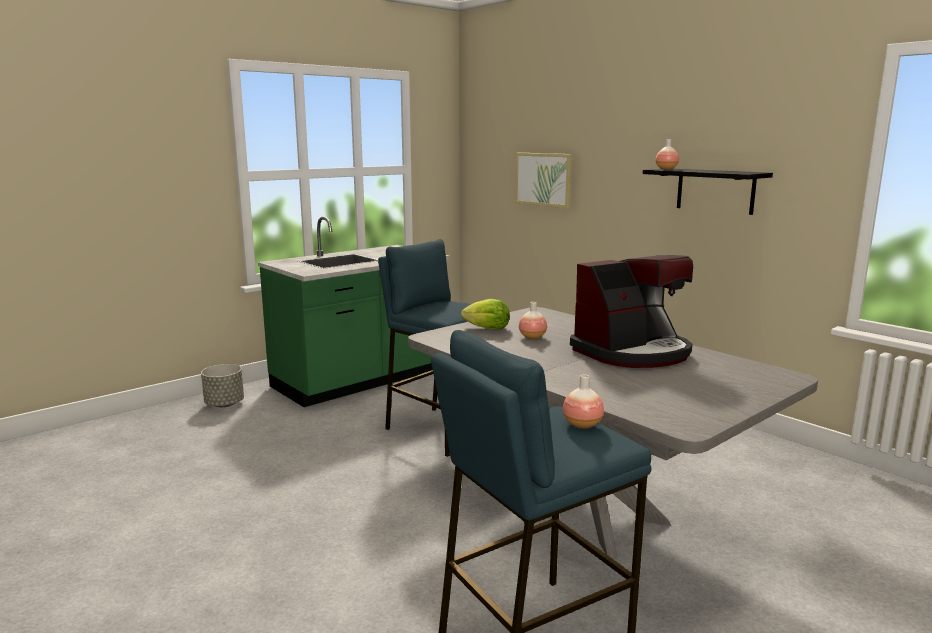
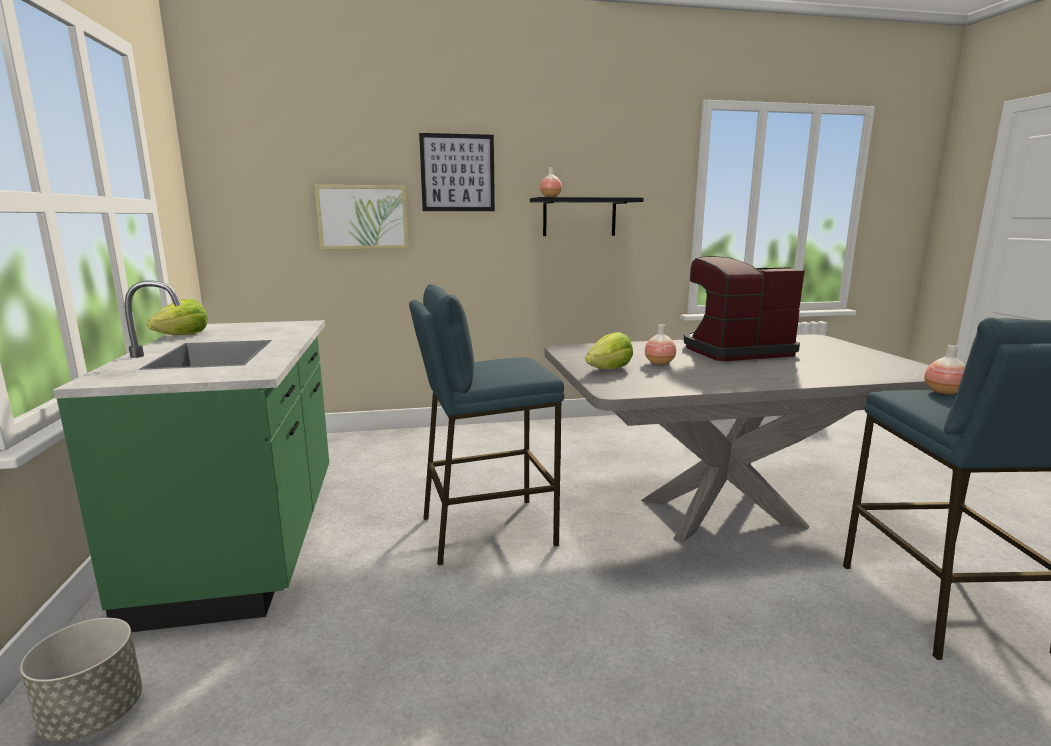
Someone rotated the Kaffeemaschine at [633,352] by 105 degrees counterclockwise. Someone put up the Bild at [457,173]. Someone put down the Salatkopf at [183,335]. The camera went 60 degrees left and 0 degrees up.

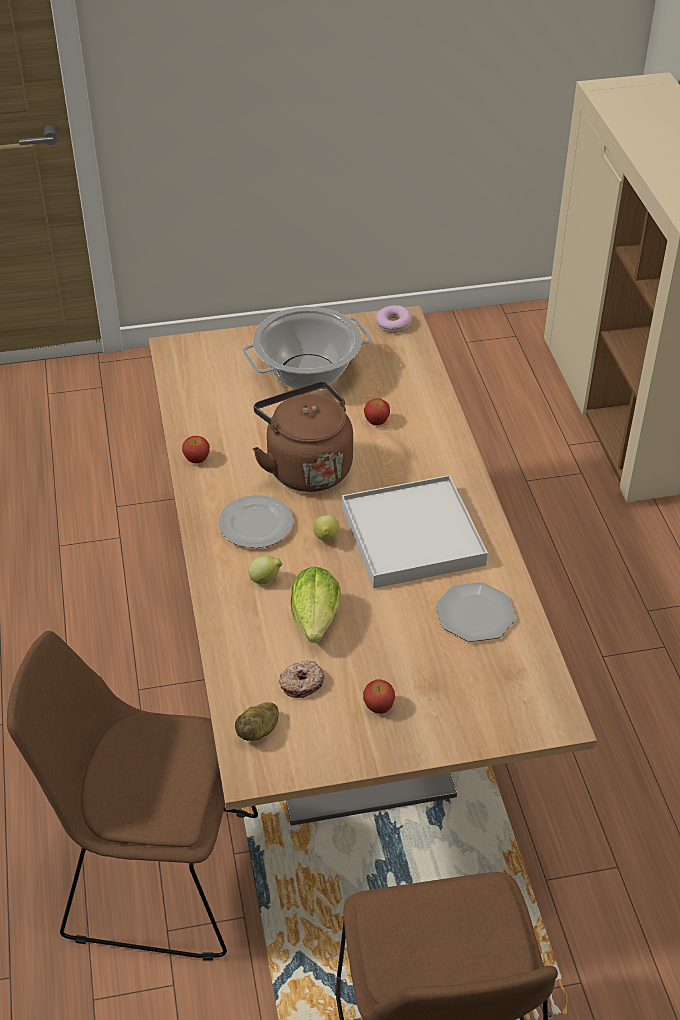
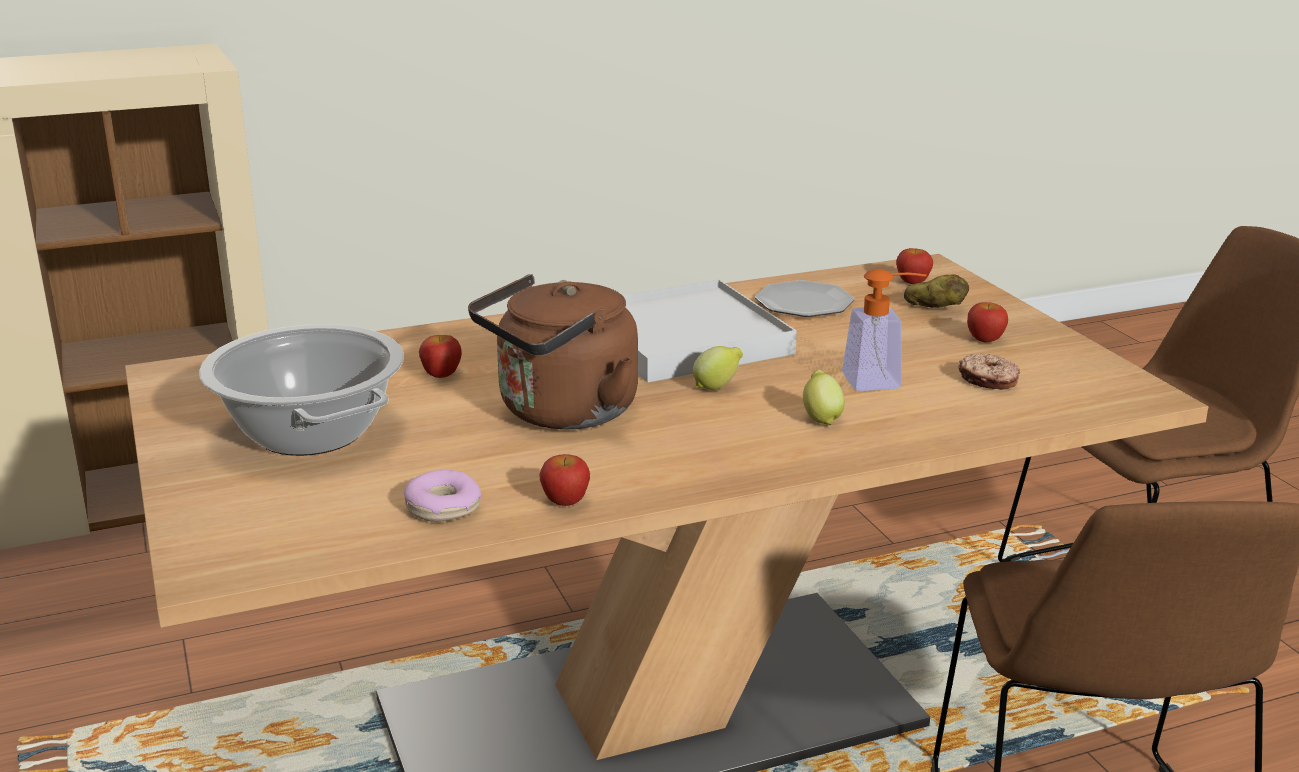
Someone carried the Donut from [393,324] to [443,508]. Someone took away the Teller at [257,524]. Someone swapped the Salatkopf at [315,624] for the Seifenspender at [882,381]. Someone carried the Kartoffel from [259,731] to [935,308]. Someone put down the Apfel at [912,282]. The camera went 100 degrees left and 20 degrees down.

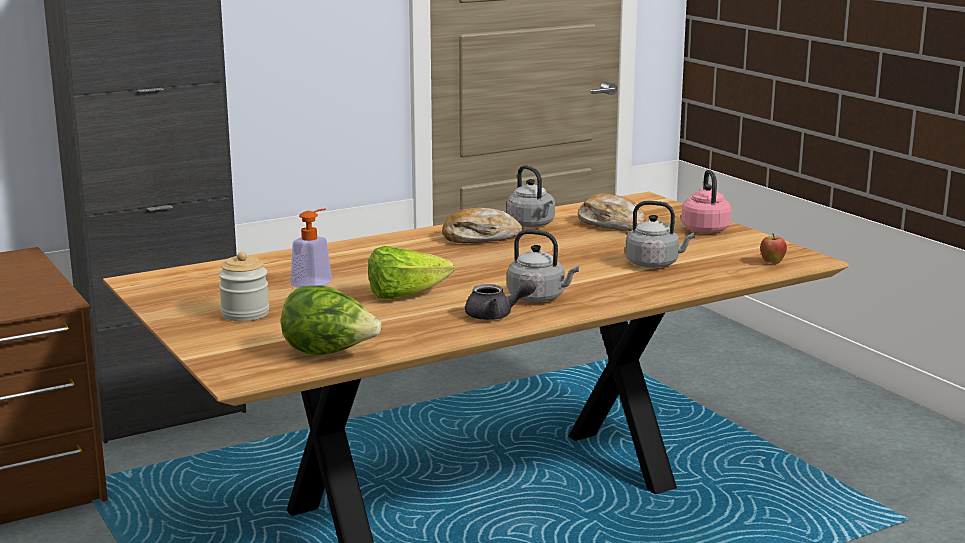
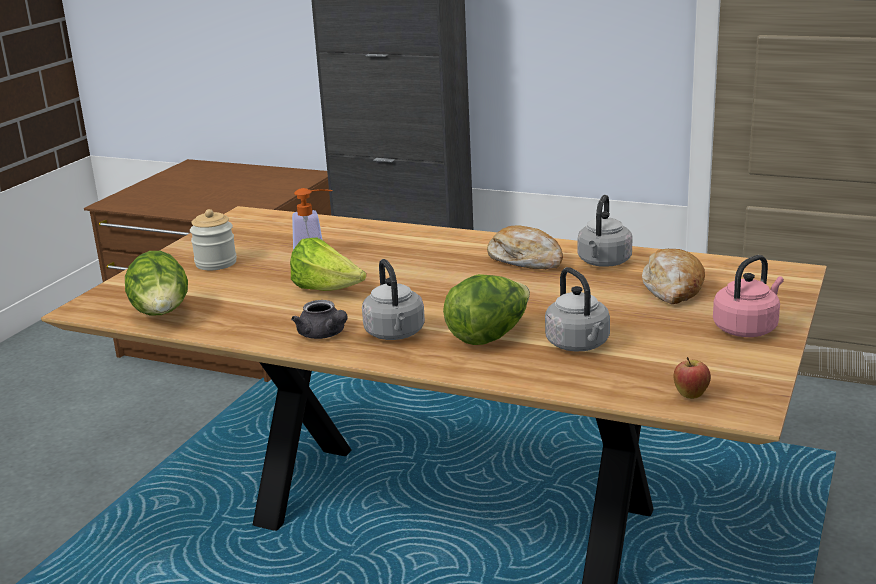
Someone put down the Salatkopf at [489,336]. The camera went 55 degrees right and 5 degrees up.

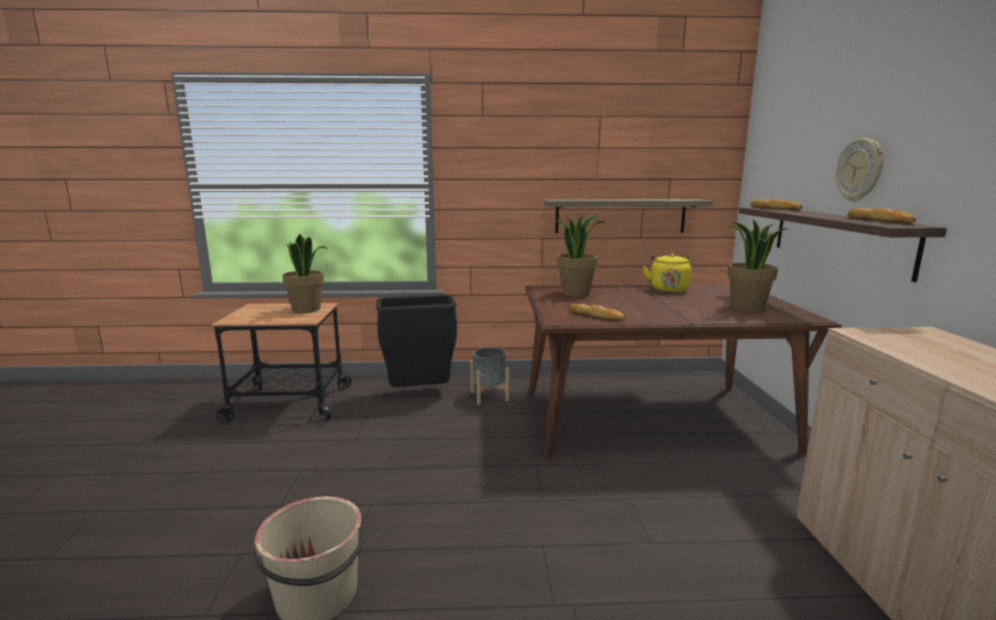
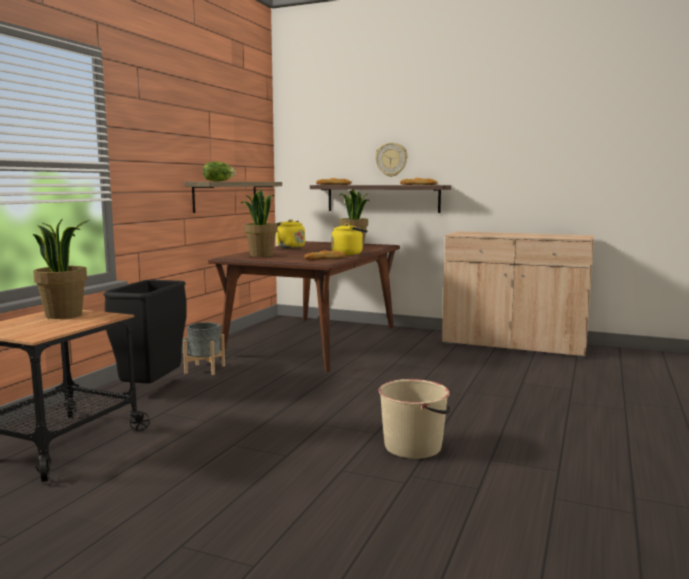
Someone put down the Salatkopf at [218,181]. Someone put down the Wasserkessel (gelb) at [349,254]. The camera went 65 degrees left and 5 degrees down.

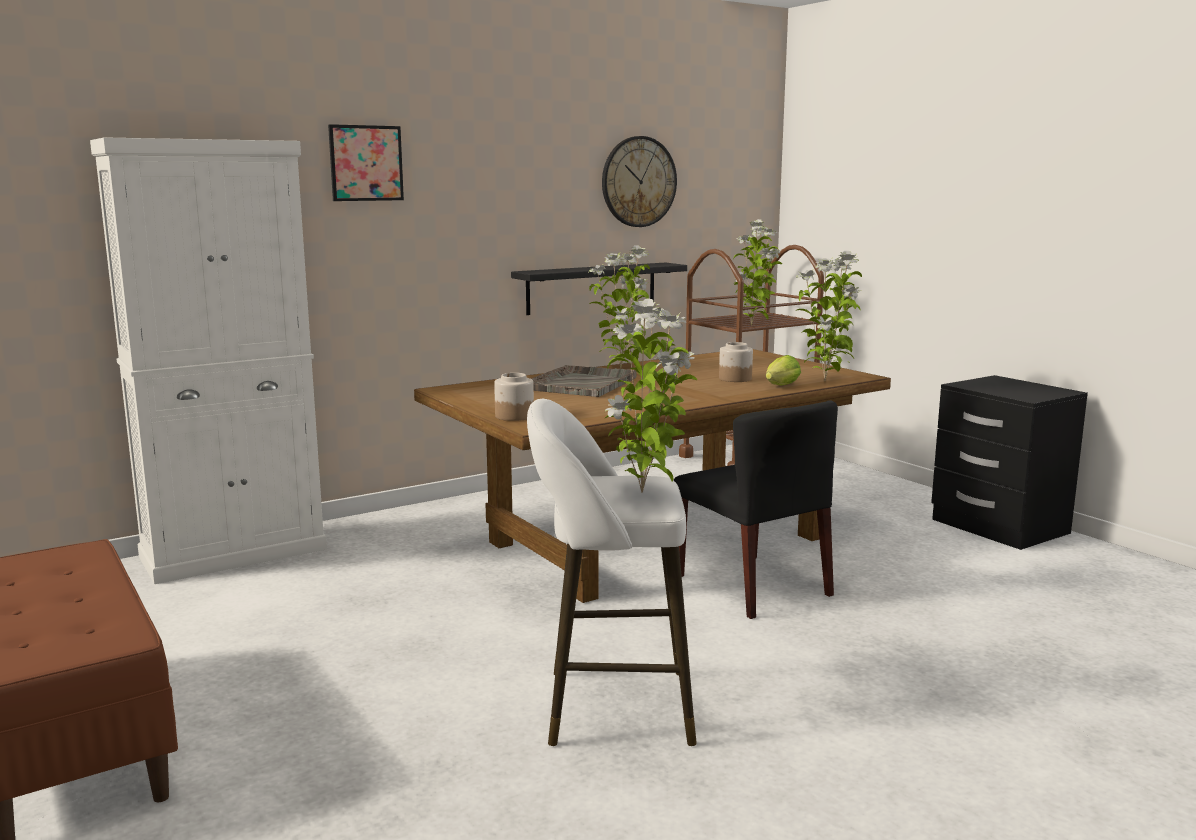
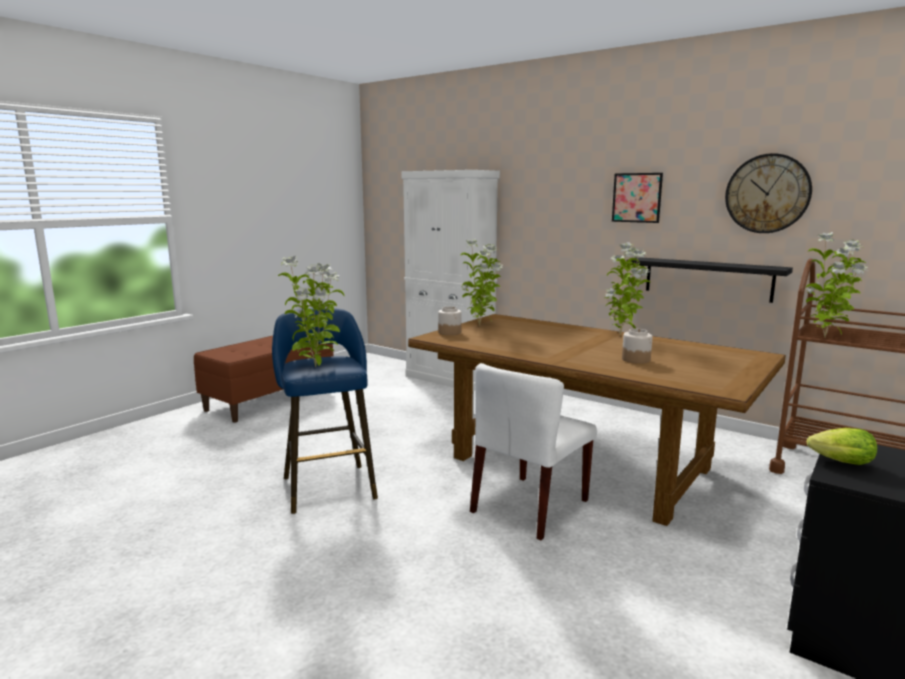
Someone carried the Bild from [366,163] to [636,197]. Someone carried the Topfpflanze from [826,380] to [480,325]. Someone carried the Salatkopf from [780,386] to [837,462]. Someone took away the Tablett (grau) at [582,383]. Someone repainted the Hocker (weiß) at [608,707], which became the Hocker (blau) at [327,485]. Someone repainted the Stuhl (schwarz) at [753,585], which became the Stuhl (weiß) at [530,506]. The camera went 70 degrees right and 0 degrees up.

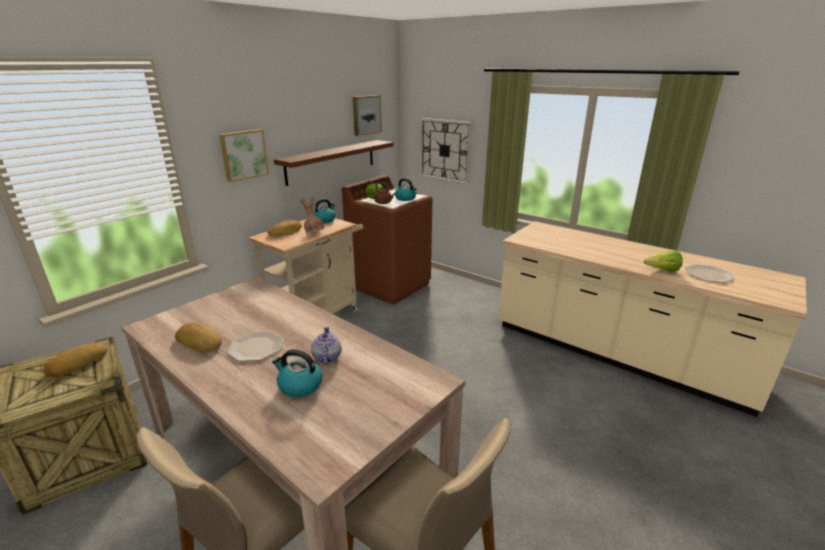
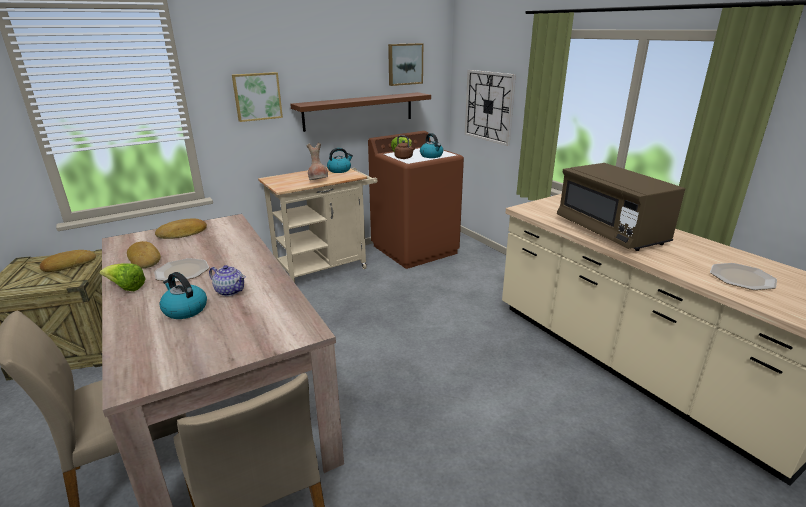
Someone carried the Brot from [286,232] to [183,233]. Someone carried the Salatkopf from [662,270] to [126,288]. Someone rotated the Teekanne at [326,357] by 105 degrees clockwise. Someone put down the Mikrowelle (braun) at [610,232]. The camera went 20 degrees right and 0 degrees up.

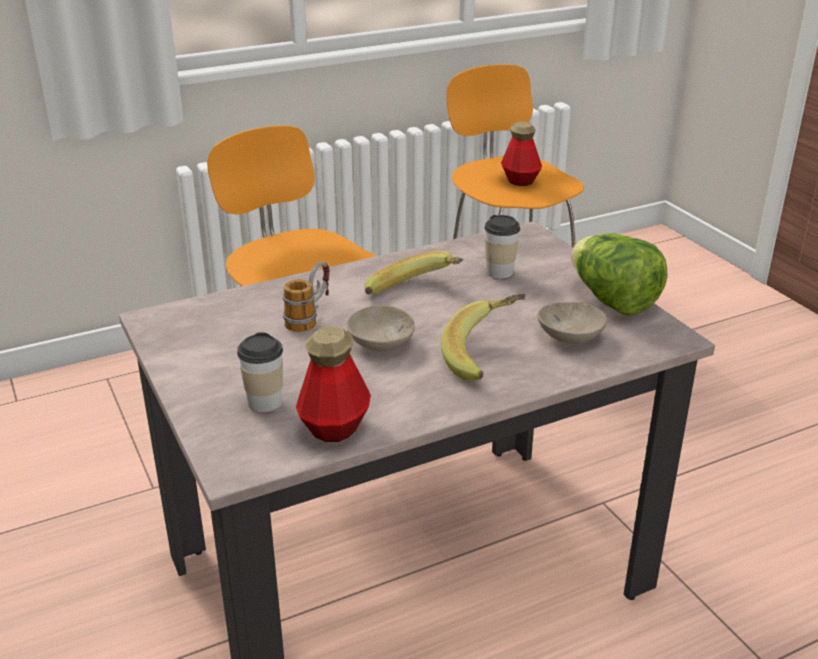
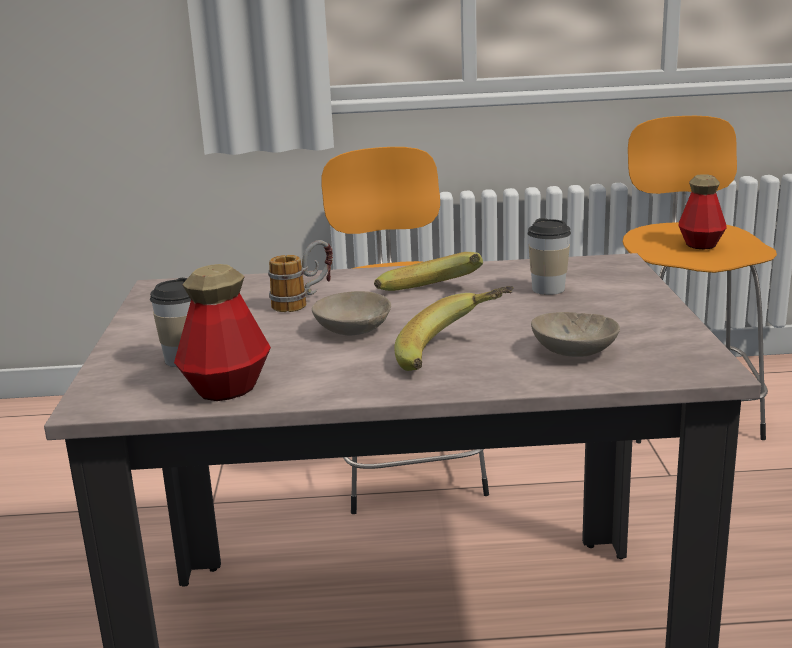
Someone took away the Salatkopf at [612,300]. The camera went 25 degrees right and 10 degrees down.

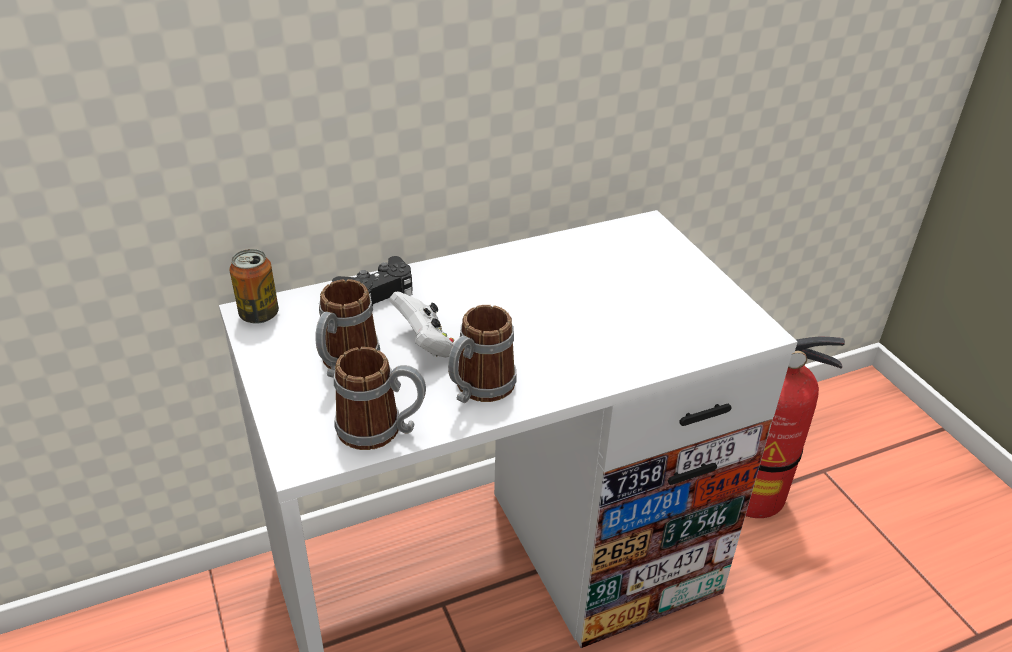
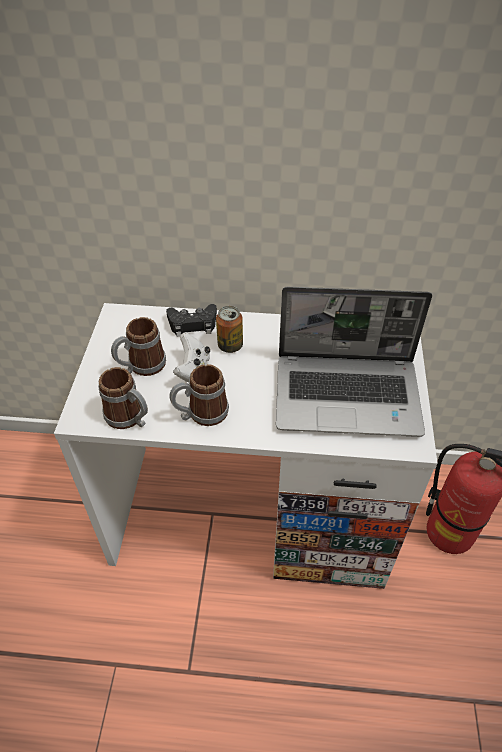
Someone carried the Dose from [259,314] to [230,345]. Someone put down the Laptop at [348,395]. The camera went 30 degrees right and 10 degrees up.

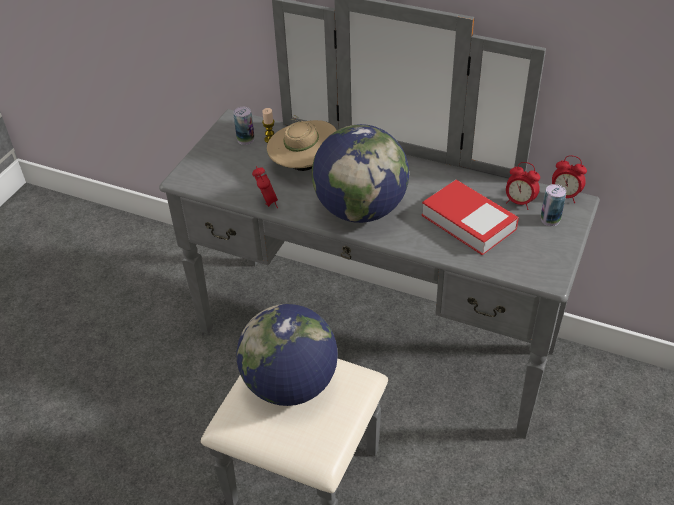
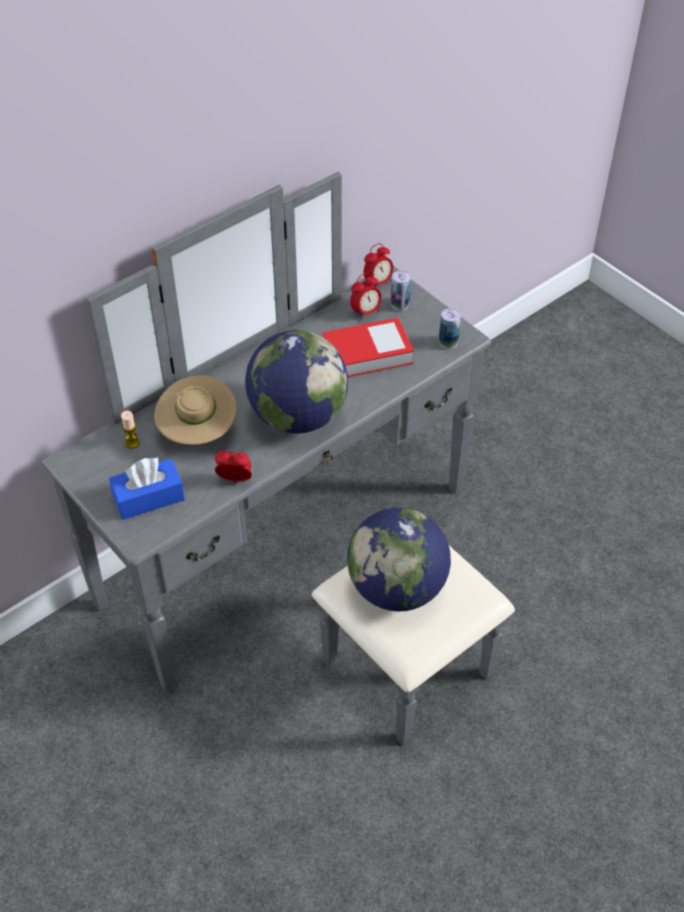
Someone carried the Dose from [245,139] to [448,343]. Someone put down the Taschentuchbox (blau) at [149,497]. The camera went 65 degrees left and 5 degrees up.

